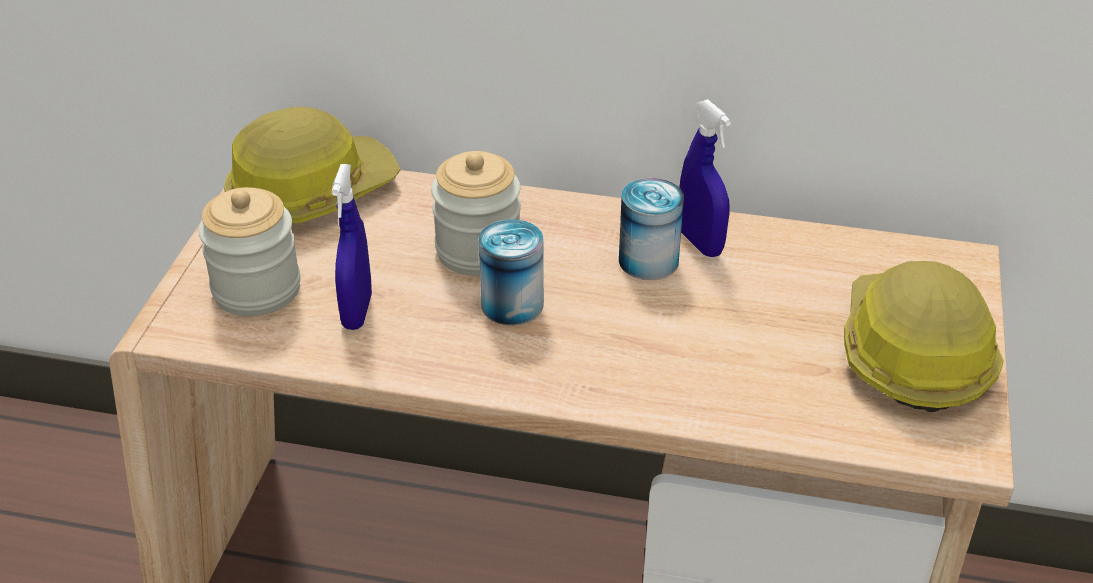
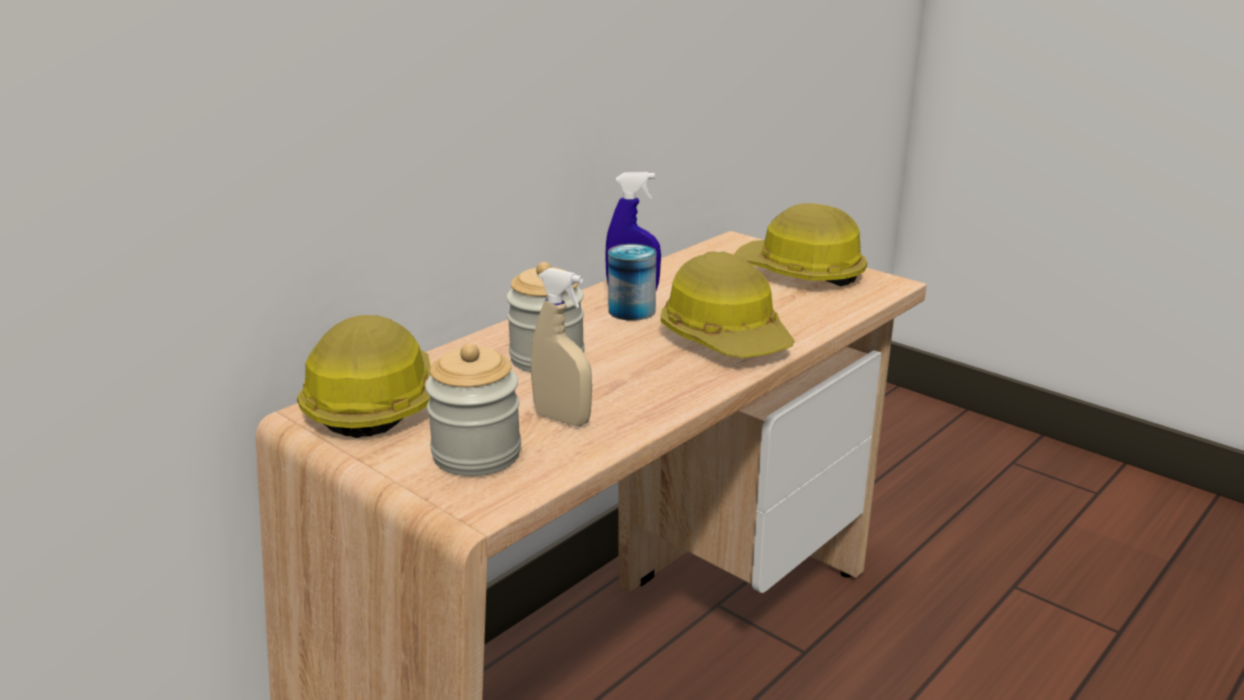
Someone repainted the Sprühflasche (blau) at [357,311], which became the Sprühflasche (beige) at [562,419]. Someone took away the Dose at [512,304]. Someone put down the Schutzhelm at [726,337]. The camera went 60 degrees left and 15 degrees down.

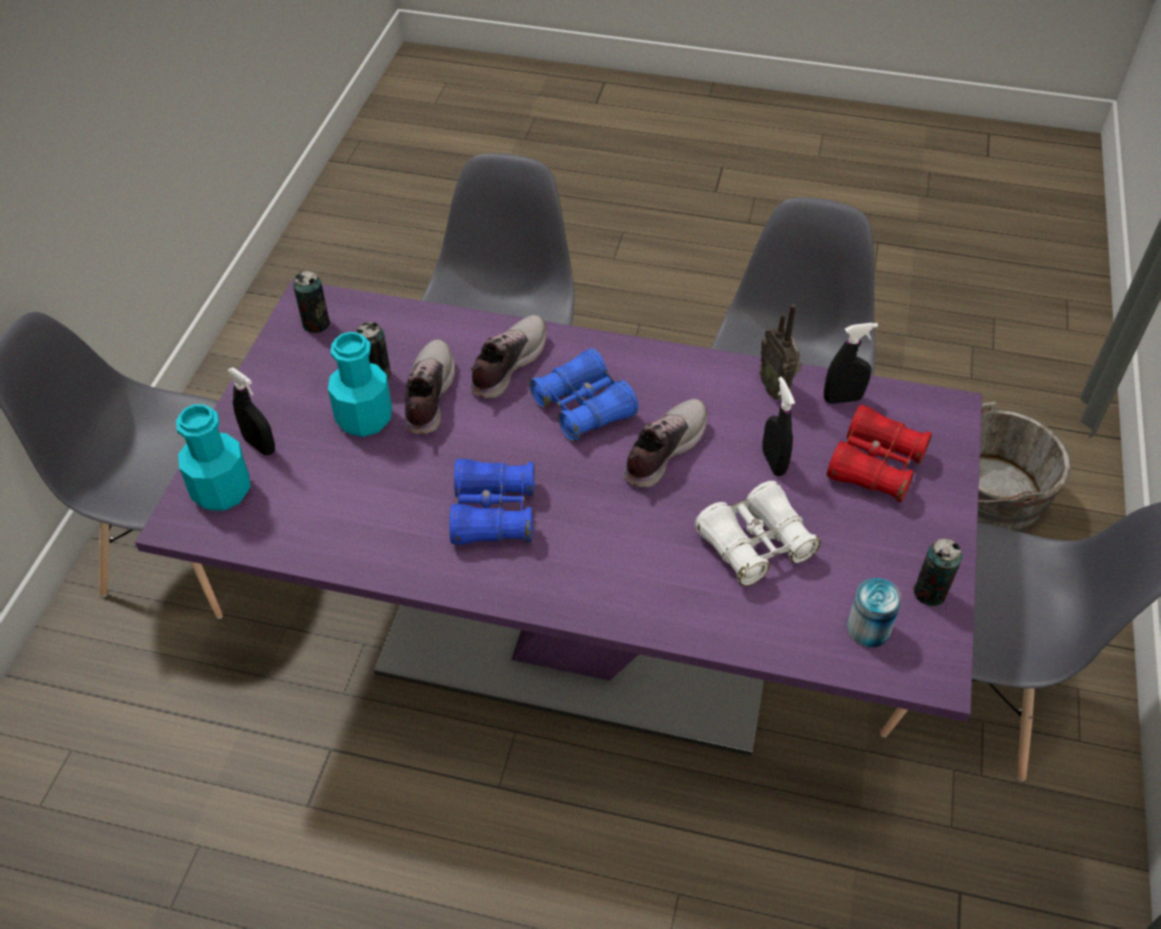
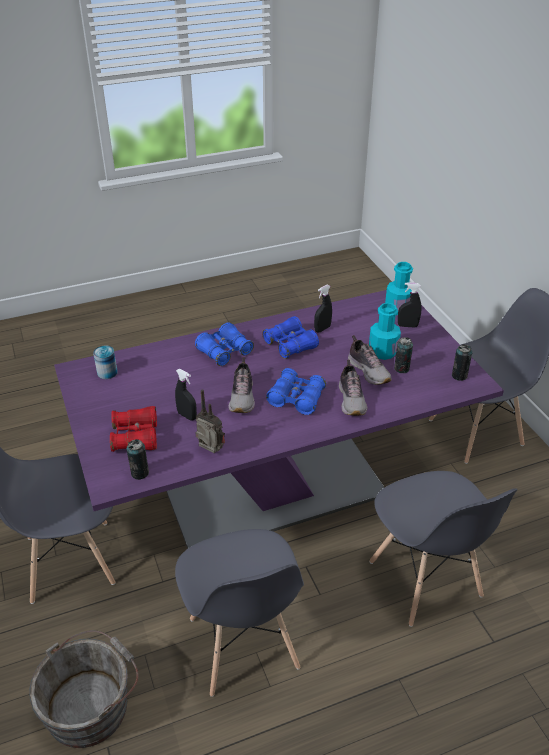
Someone carried the Sprühflasche (schwarz) from [842,399] to [322,329]. Someone took away the Fernglas (weiß) at [755,544]. Someone carried the Dose from [929,593] to [140,473]. Someone put down the Fernglas (blau) at [224,351]. The camera went 145 degrees right and 10 degrees down.

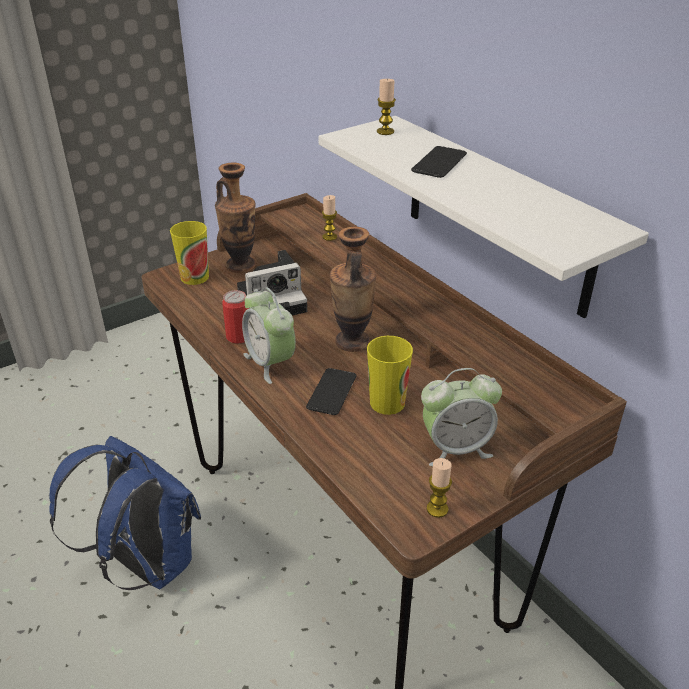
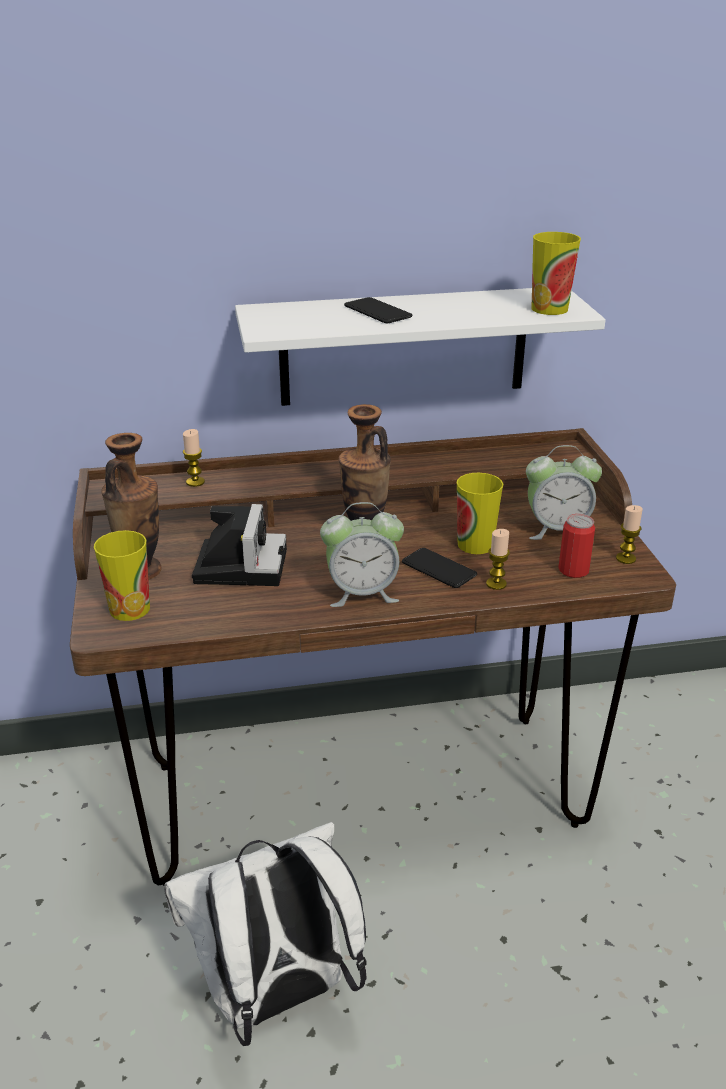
Someone carried the Kerze from [385,131] to [496,584]. Someone carried the Dose from [238,336] to [573,570]. Someone rotated the Wecker at [456,448] by 75 degrees clockwise. Someone repainted the Rucksack (blau) at [146,564], which became the Rucksack (weiß) at [276,997]. Someone put down the Tasse at [549,309]. The camera went 65 degrees left and 5 degrees down.

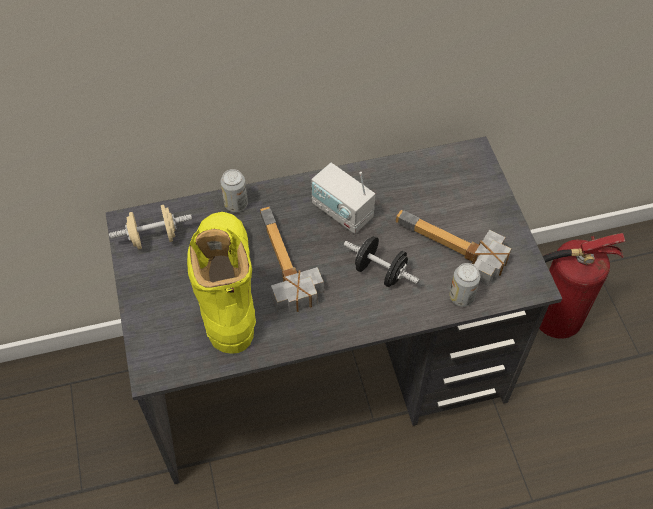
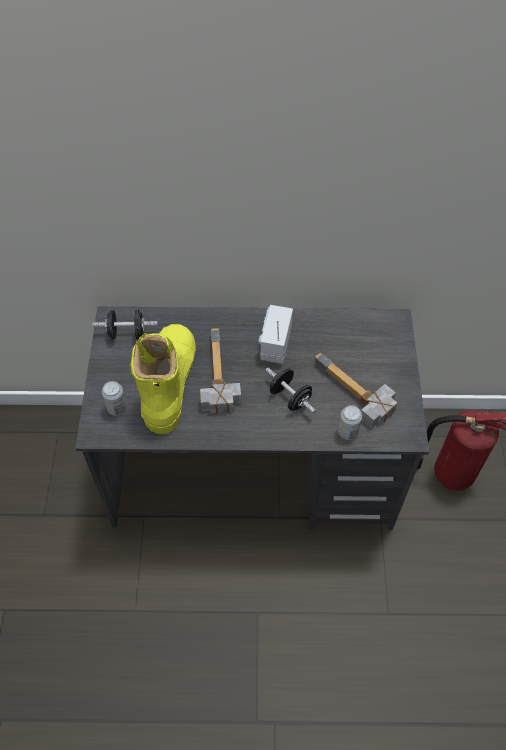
Someone rotated the Radio at [342,212] by 45 degrees clockwise. Someone carried the Dose from [236,204] to [117,408]. Someone repainted the Hantel (beige) at [154,237], which became the Hantel (schwarz) at [127,333]. The camera went 15 degrees right and 0 degrees up.

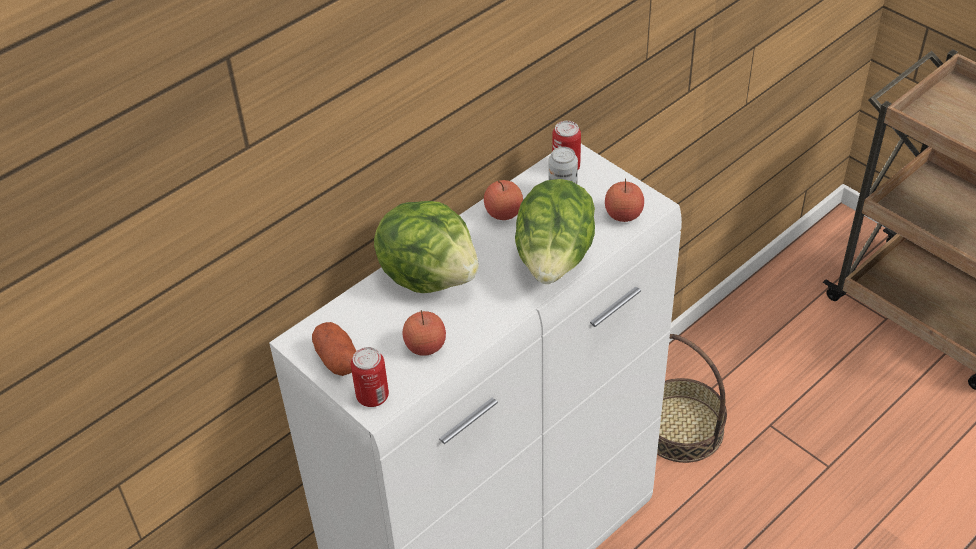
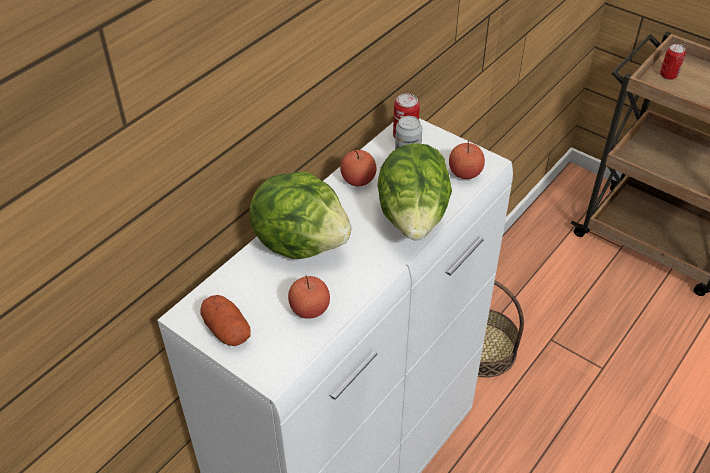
Someone carried the Dose from [372,396] to [668,75]. The camera went 10 degrees left and 0 degrees up.

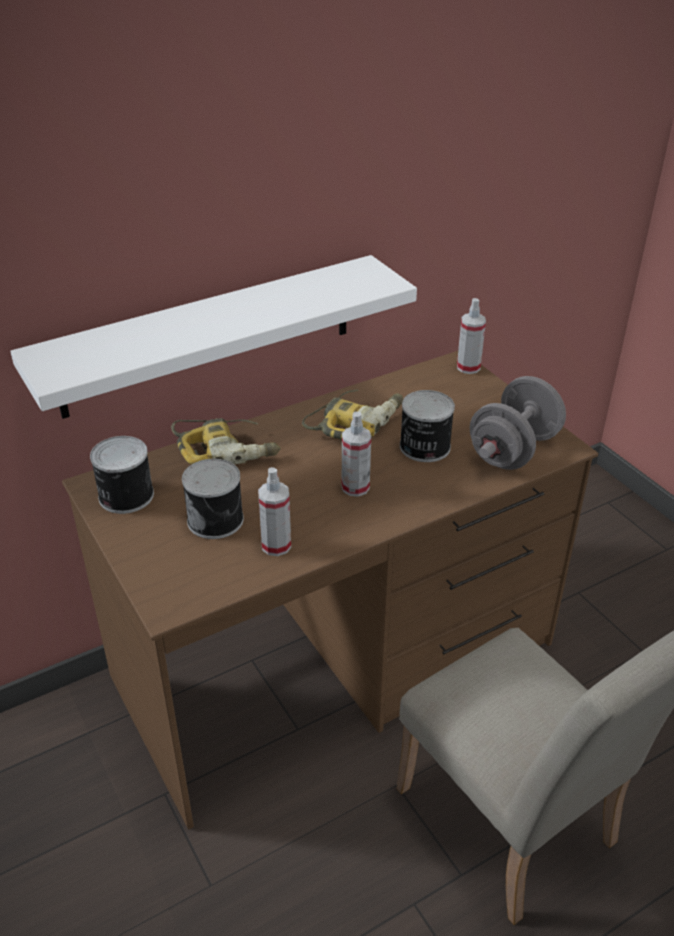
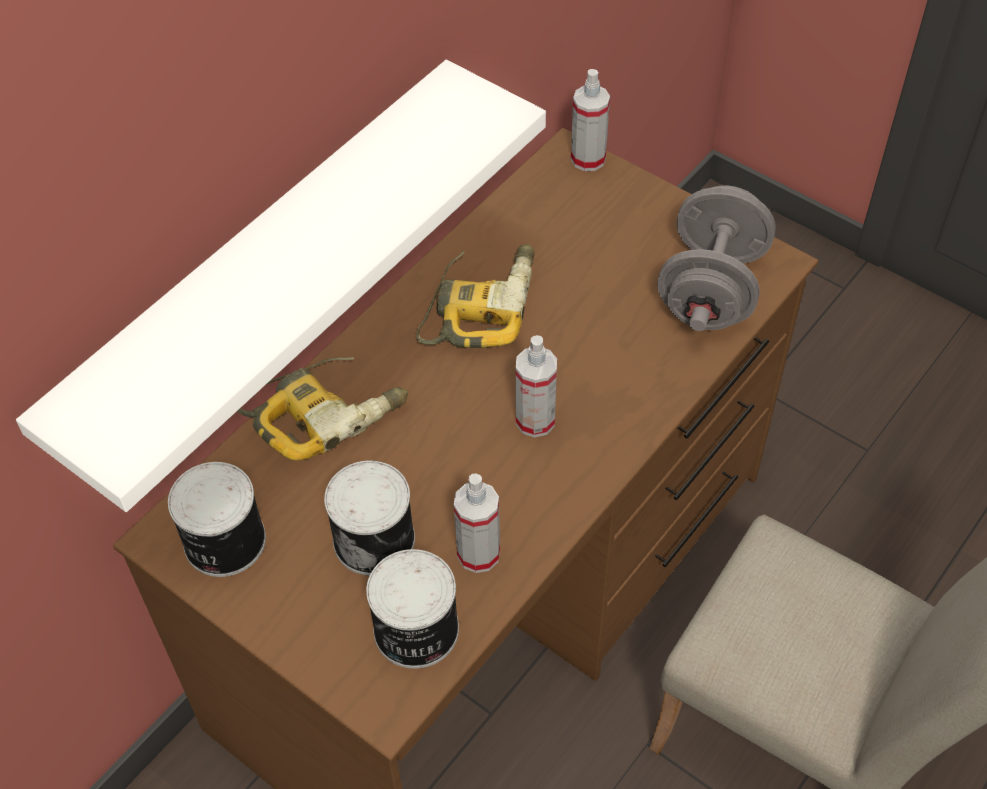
Someone carried the Dose from [424,447] to [415,631]. The camera went 20 degrees left and 15 degrees up.

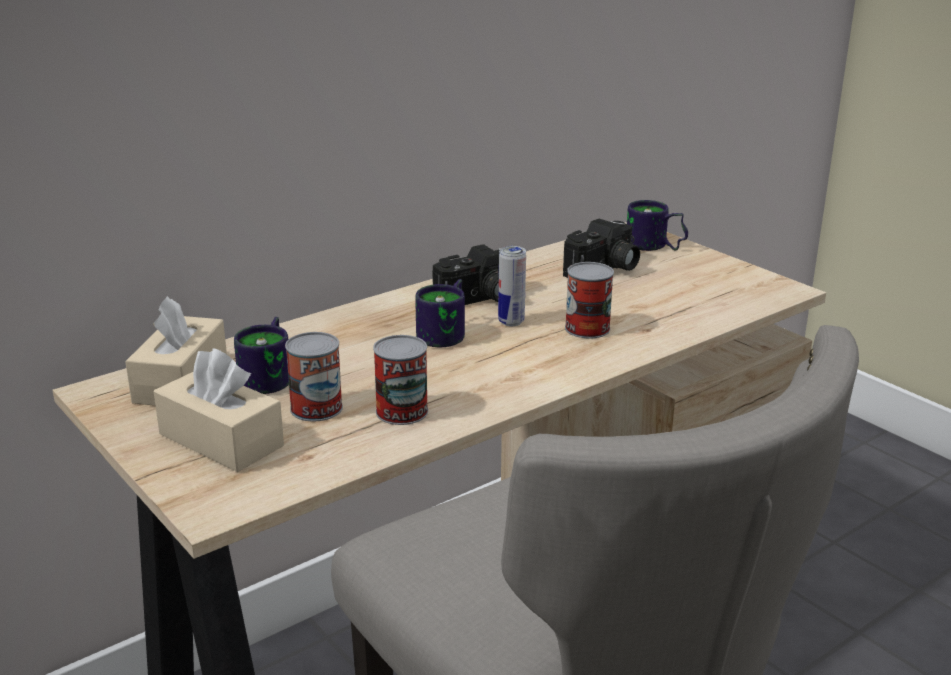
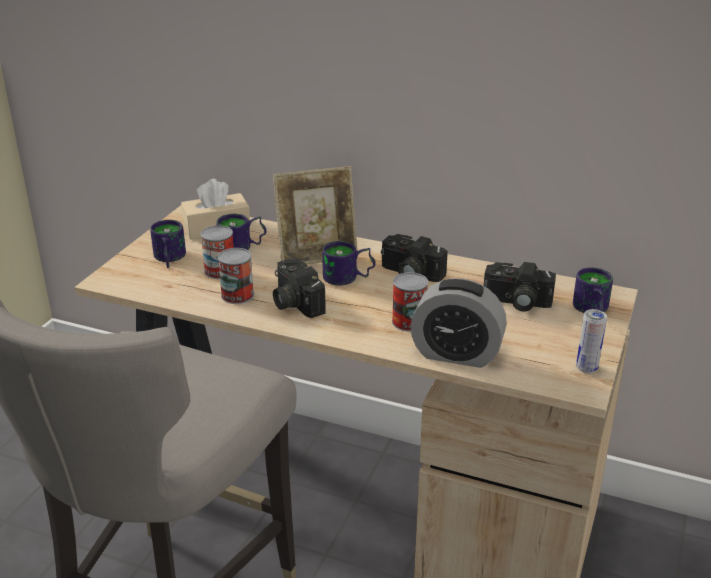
Someone carried the Dose from [511,322] to [586,368]. Someone swapped the Taschentuchbox (beige) at [221,440] for the Henkelbecher at [167,259]. Someone put down the Bilderrahmen at [317,256]. Someone put down the Kamera at [294,302]. Someone put down the Wecker at [456,354]. The camera went 60 degrees right and 5 degrees up.

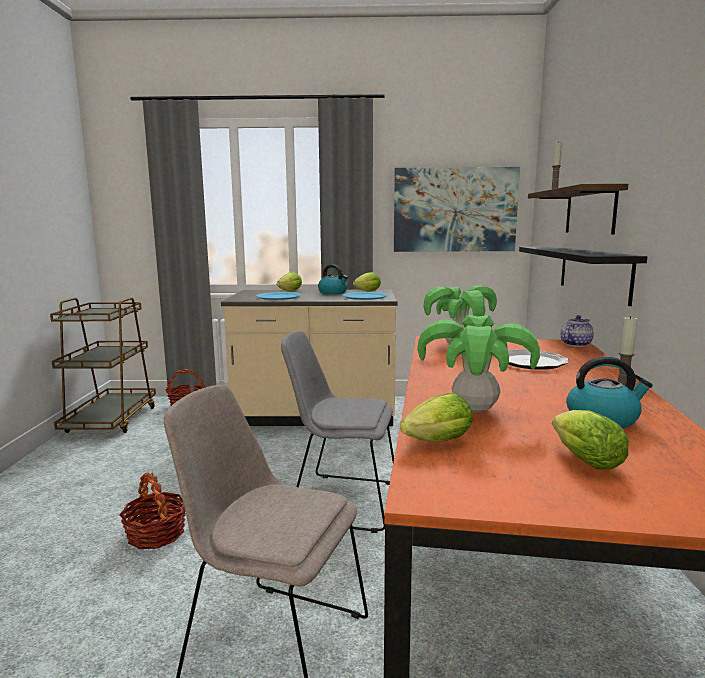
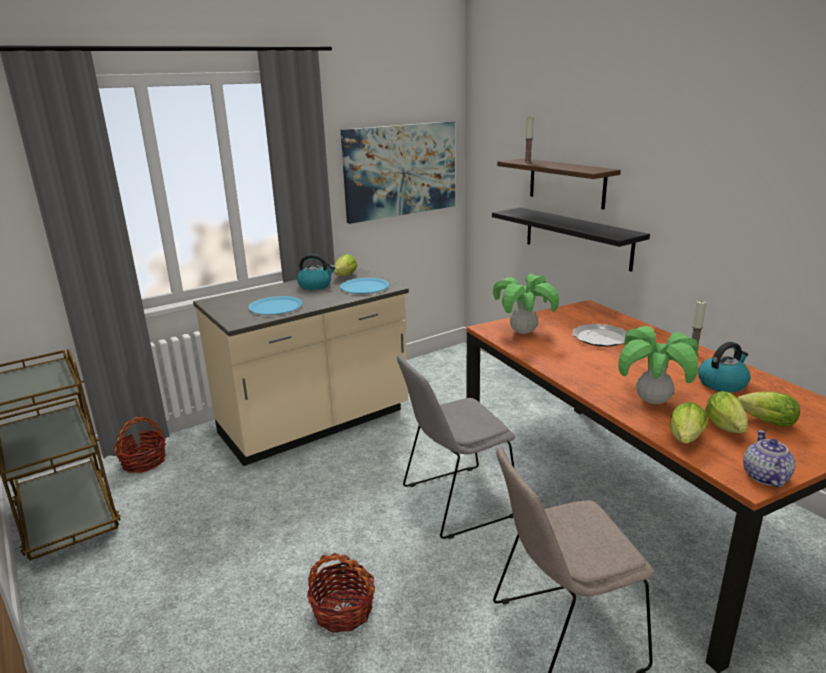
Someone carried the Salatkopf from [288,291] to [726,429]. Someone carried the Teekanne from [575,344] to [765,477]. The camera went 35 degrees left and 10 degrees up.

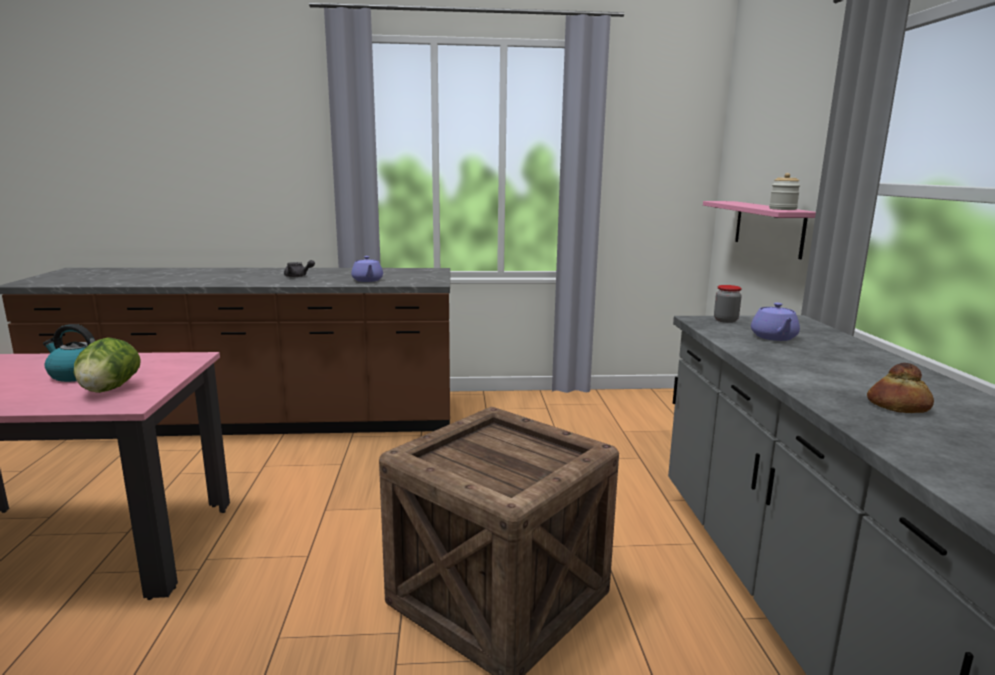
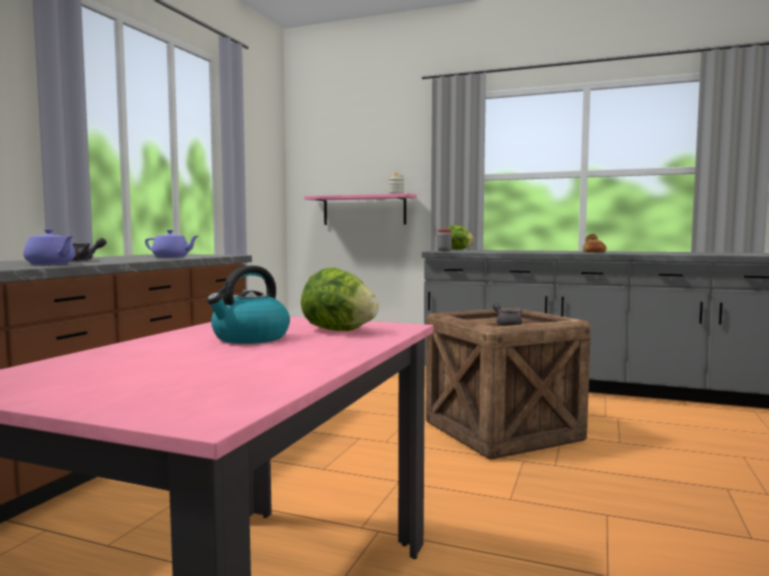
Someone carried the Teekanne (lila) from [774,337] to [51,264]. Someone put down the Salatkopf at [457,249]. Someone put down the Teekanne (grau) at [507,324]. The camera went 65 degrees left and 10 degrees down.

